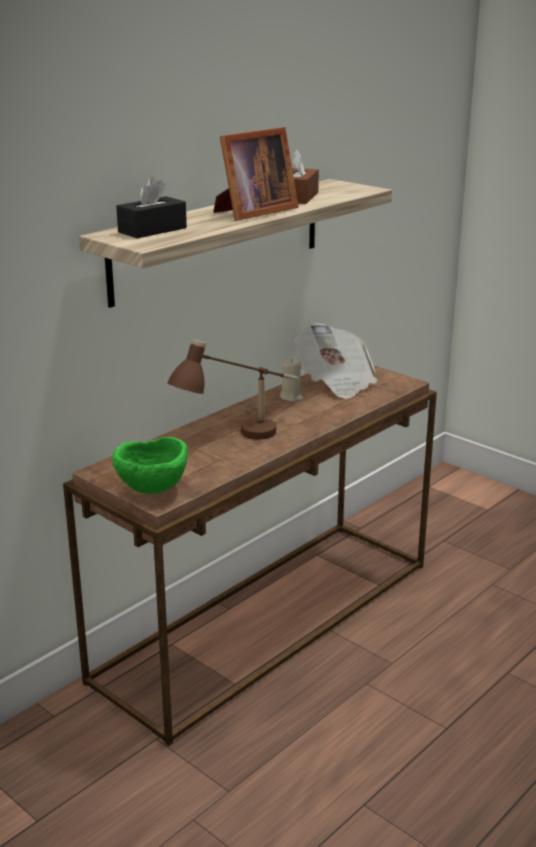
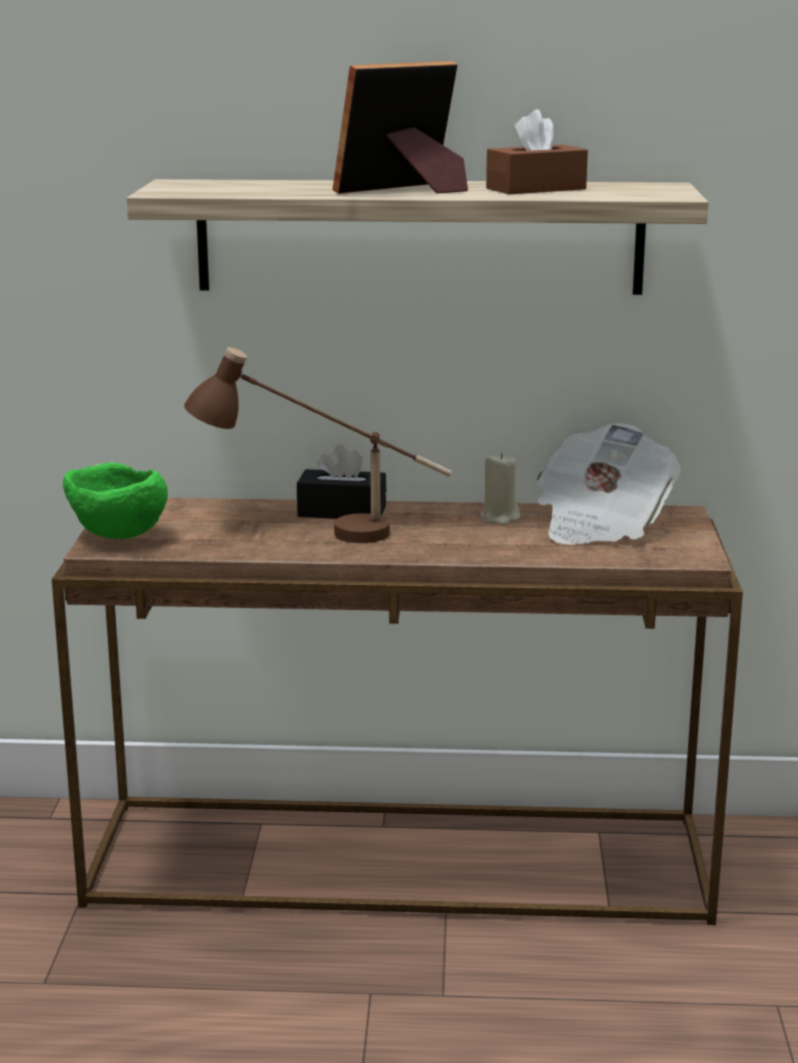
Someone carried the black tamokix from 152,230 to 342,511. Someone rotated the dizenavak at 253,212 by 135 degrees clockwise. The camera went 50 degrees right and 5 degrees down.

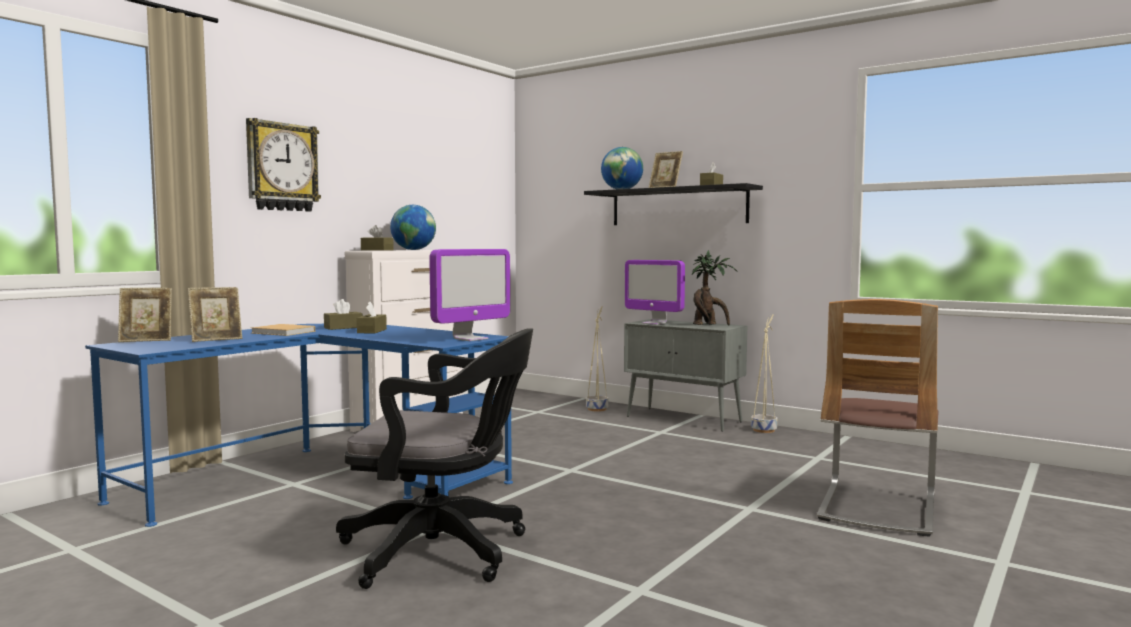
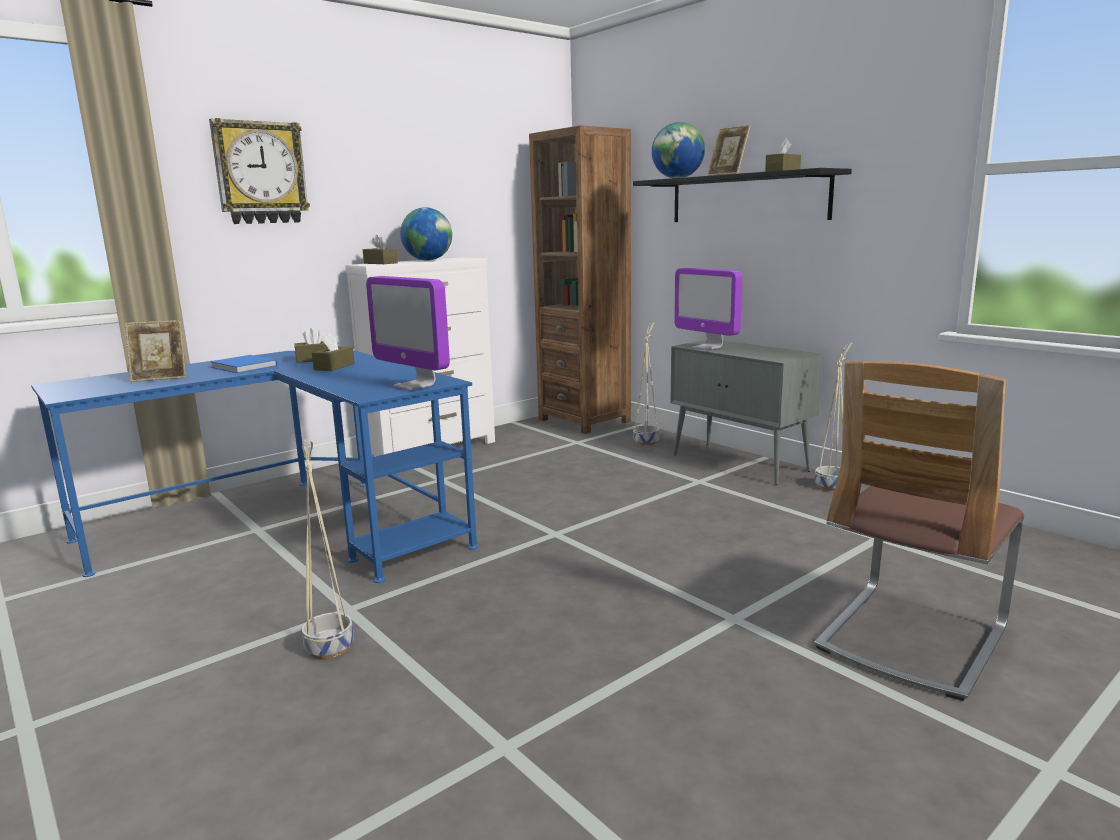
Someone took away the dizenavak at 146,340. Someone took away the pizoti at 708,325. Someone put down the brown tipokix at 584,420. Someone swapped the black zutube at 443,551 for the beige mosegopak at 330,648. Someone repainted the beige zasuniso at 284,332, which became the blue zasuniso at 245,366. Someone rotated the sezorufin at 470,339 by 75 degrees clockwise. The camera went 15 degrees right and 10 degrees up.

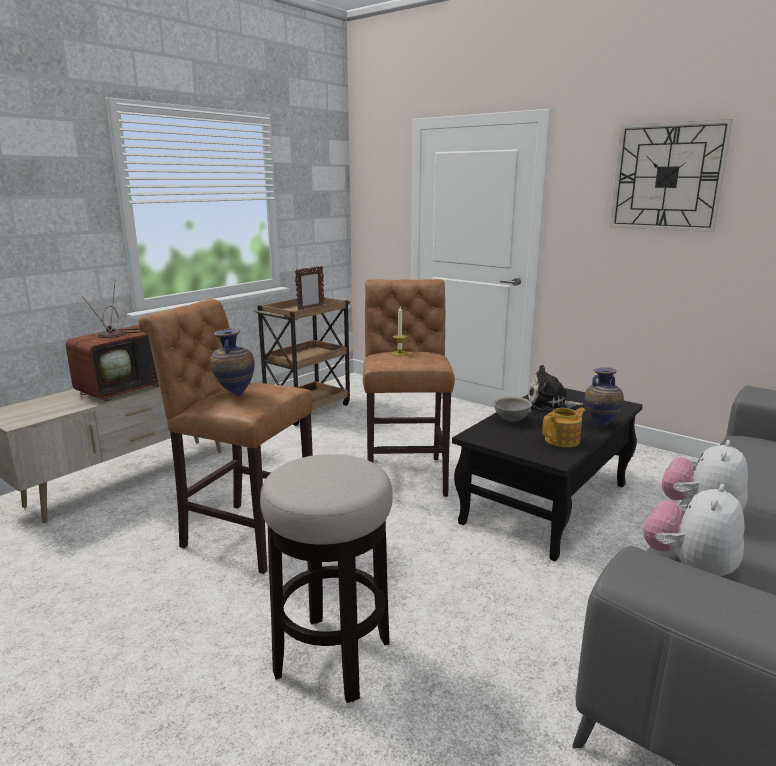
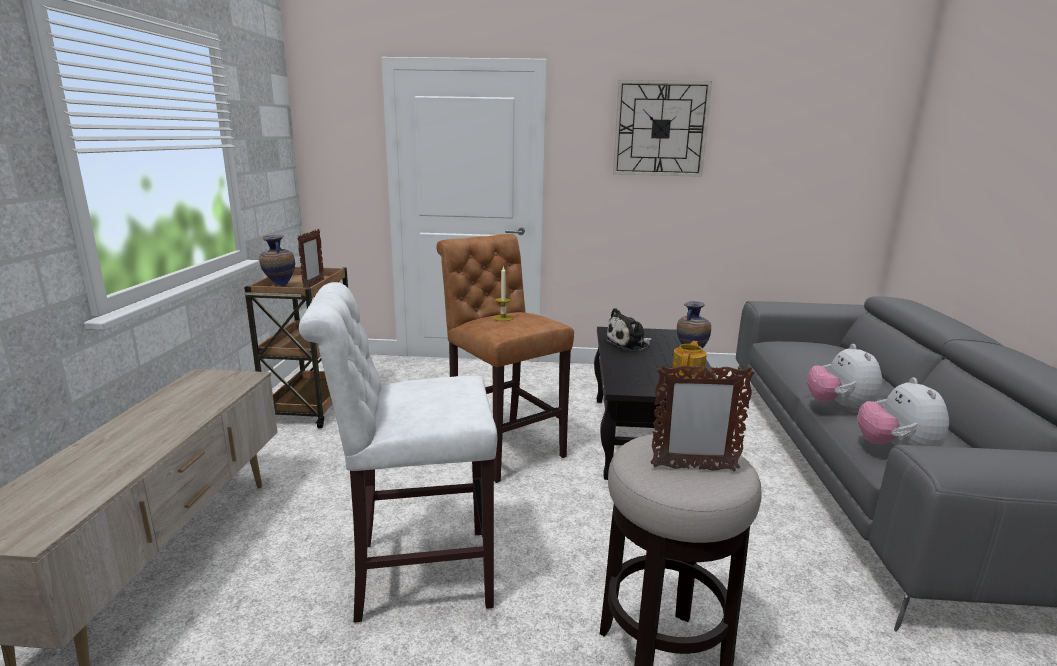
Someone took away the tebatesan at 125,388. Someone took away the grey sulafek at 511,420. Someone put down the dizenavak at 693,468. Someone carried the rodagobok from 234,395 to 280,286. Someone repainted the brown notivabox at 243,534, which became the white notivabox at 414,574. The camera went 35 degrees left and 0 degrees up.

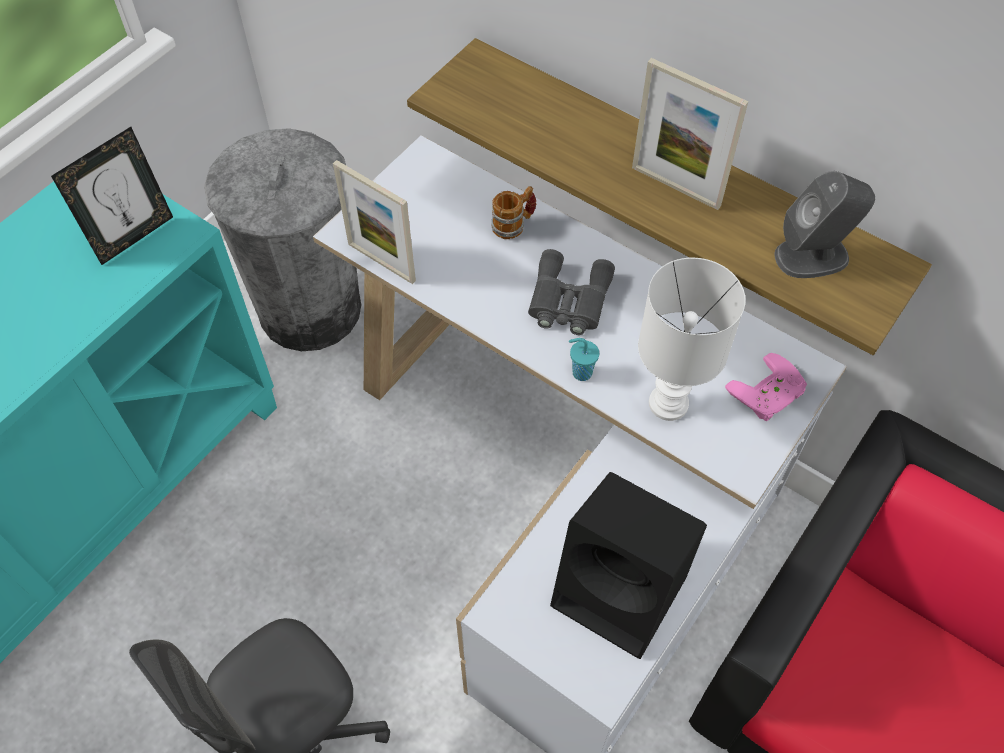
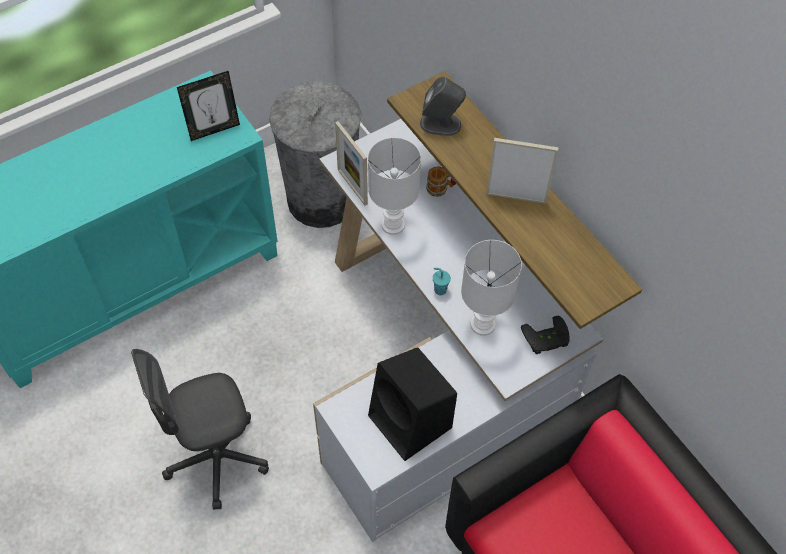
Someone took away the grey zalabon at 568,301. Someone put down the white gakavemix at 392,226. Someone carried the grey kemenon from 812,256 to 441,124. Someone repainted the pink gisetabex at 769,394, which became the black gisetabex at 546,339. Someone rotated the dizenavak at 675,186 by 135 degrees clockwise. The camera went 20 degrees right and 0 degrees up.

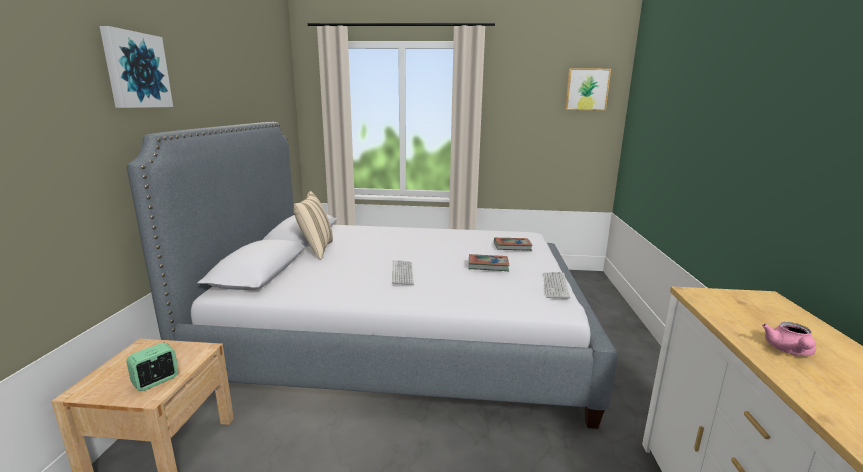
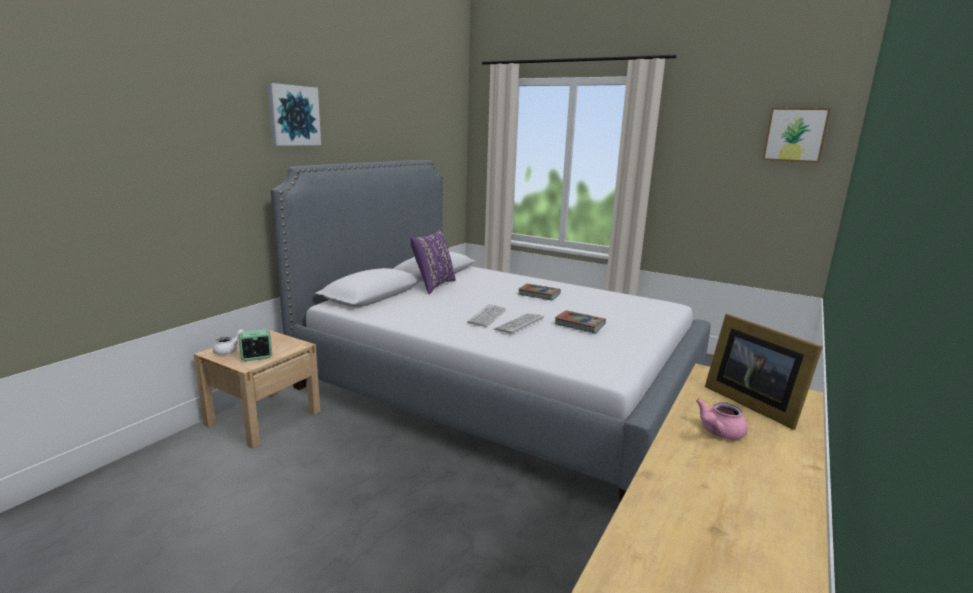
Someone put down the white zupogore at 229,350. Someone put down the dizenavak at 751,402. Someone carried the zasuniso from 512,246 to 539,294. Someone carried the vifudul from 555,286 to 519,324. Someone repainted the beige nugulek at 315,250, which became the purple nugulek at 433,285. The camera went 25 degrees right and 0 degrees up.

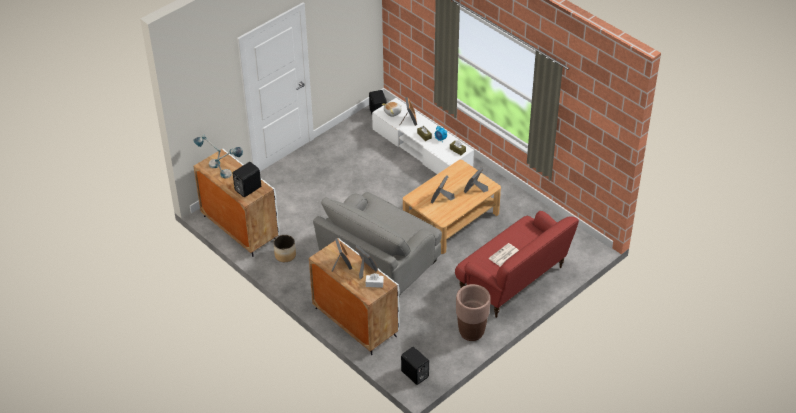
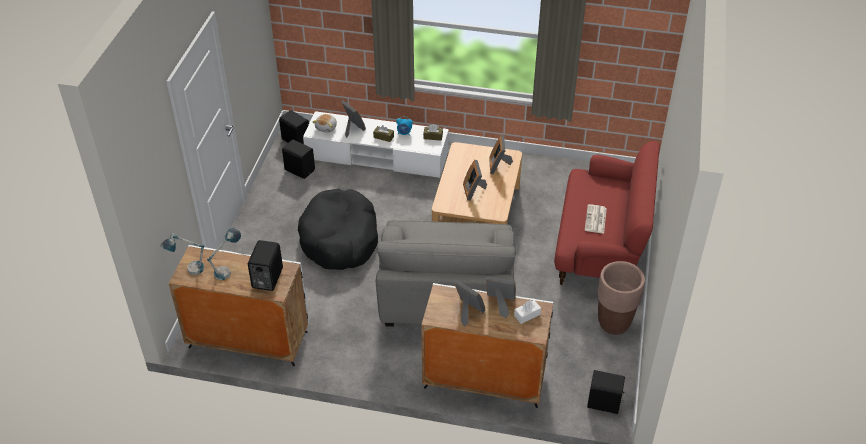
Someone took away the mosegopak at 285,255. Someone put down the black kemenon at 300,169. Someone put down the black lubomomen at 340,239. The camera went 35 degrees left and 0 degrees up.

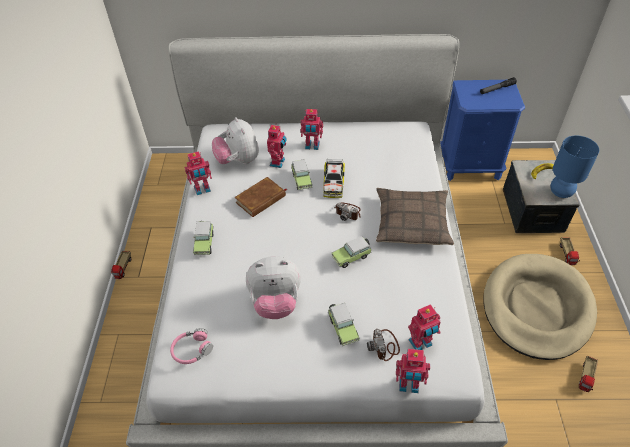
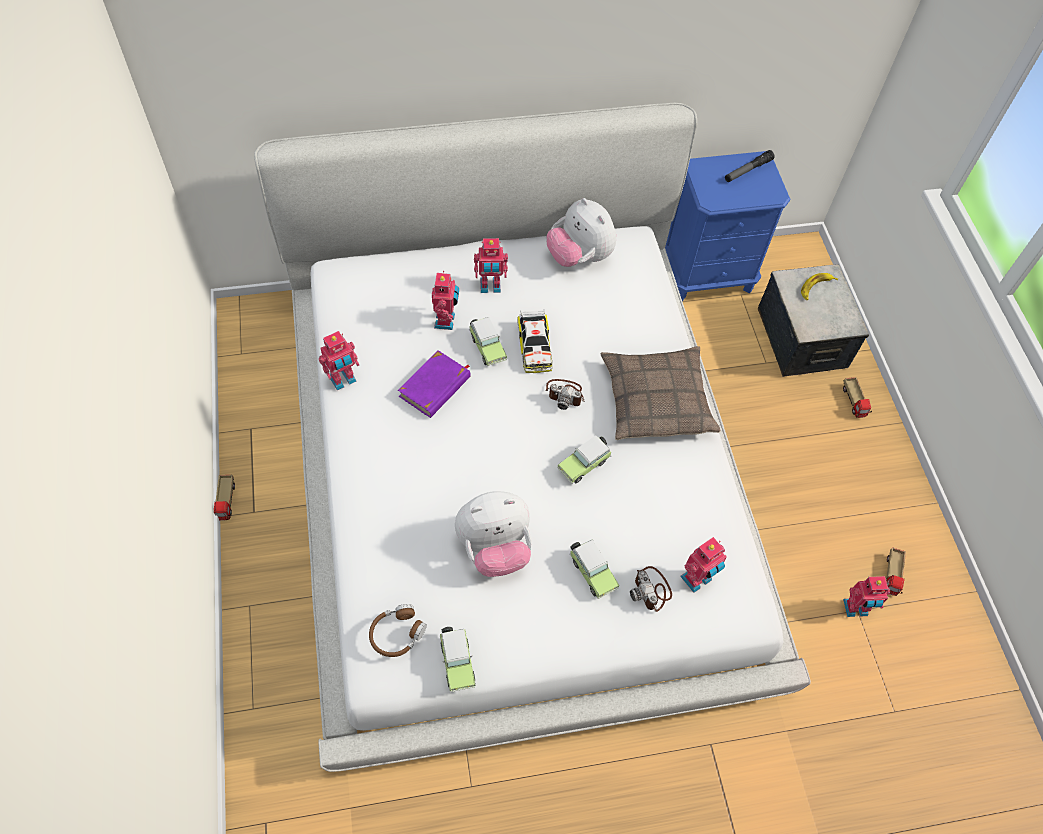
Someone took away the beige lubomomen at 536,308. Someone took away the blue gakavemix at 560,192. Someone carried the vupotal from 204,242 to 457,661. Someone carried the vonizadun from 238,160 to 579,257. Someone carried the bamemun from 408,386 to 855,609. Someone repainted the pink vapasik at 192,350, which became the brown vapasik at 397,634. Someone repainted the brown zasuniso at 261,199, which became the purple zasuniso at 435,387. The camera went 15 degrees left and 10 degrees up.

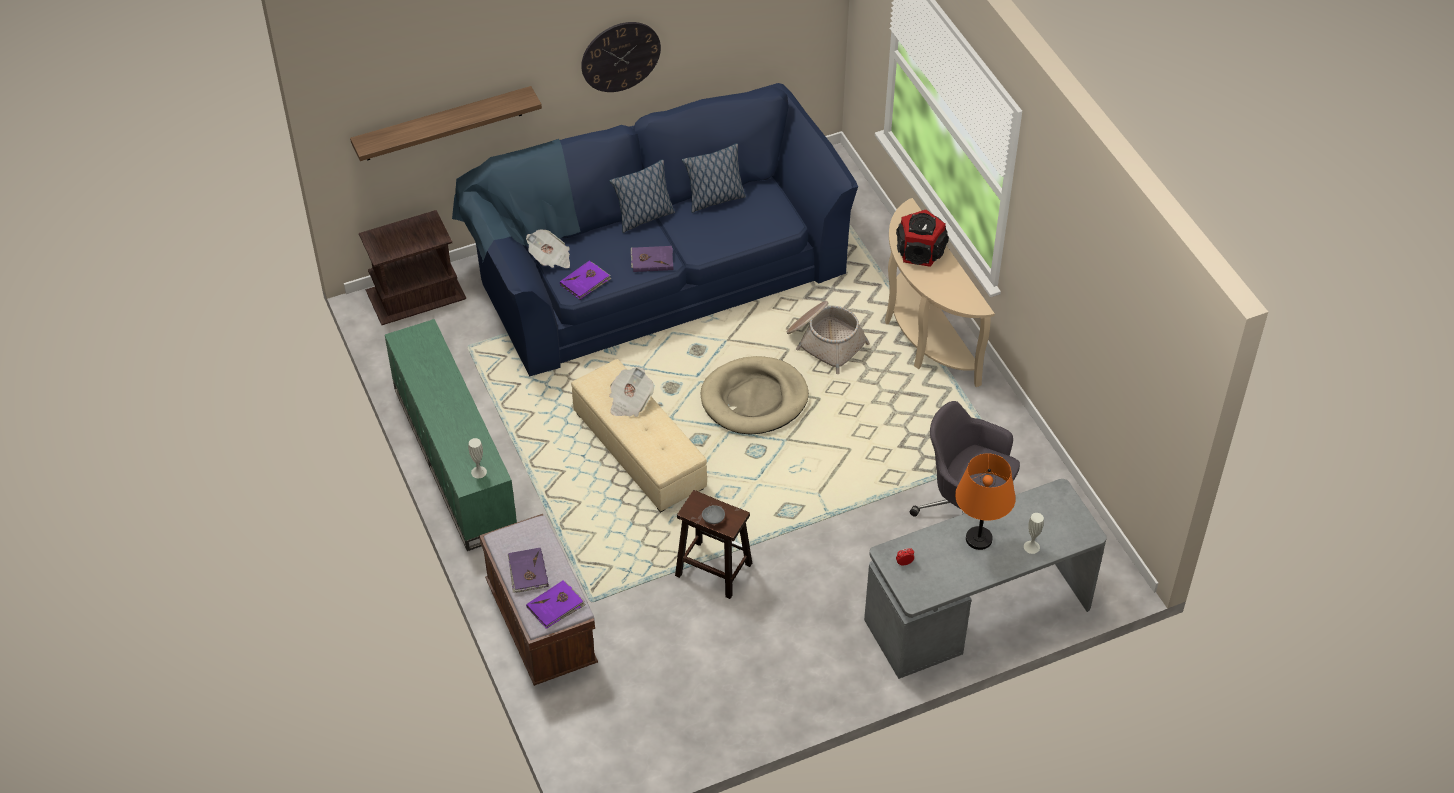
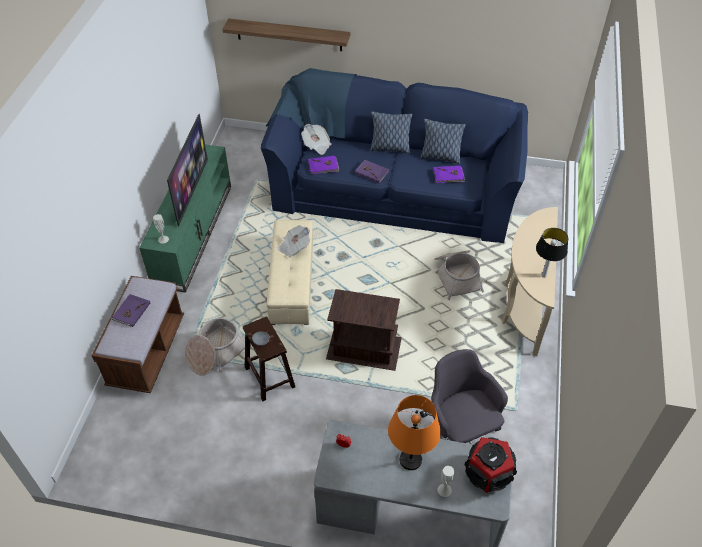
Someone took away the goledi at 620,56. Someone took away the beige lubomomen at 754,399. Someone put down the tebatesan at 191,191. Someone put down the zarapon at 216,353. Someone put down the gakavemix at 543,276. Someone carried the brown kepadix from 416,294 to 364,348. Someone carried the purple zasuniso from 556,606 to 448,176. Someone carried the kemenon from 920,251 to 488,473. The camera went 35 degrees right and 0 degrees up.

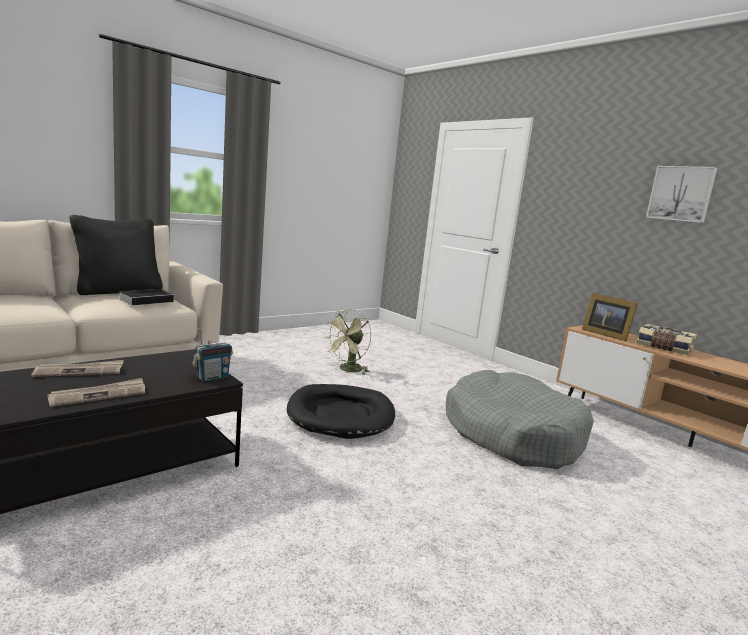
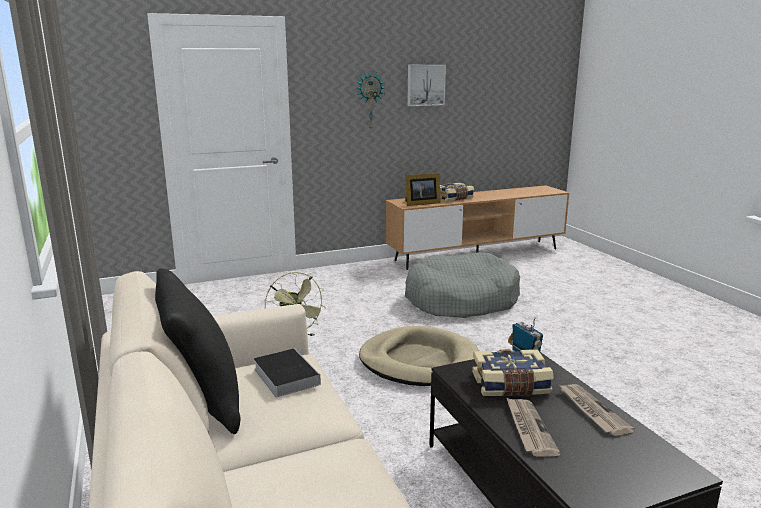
Someone put up the goledi at 370,101. Someone put down the zasuniso at 511,385. Someone repainted the black lubomomen at 341,415, which became the beige lubomomen at 419,361. The camera went 70 degrees left and 5 degrees up.

